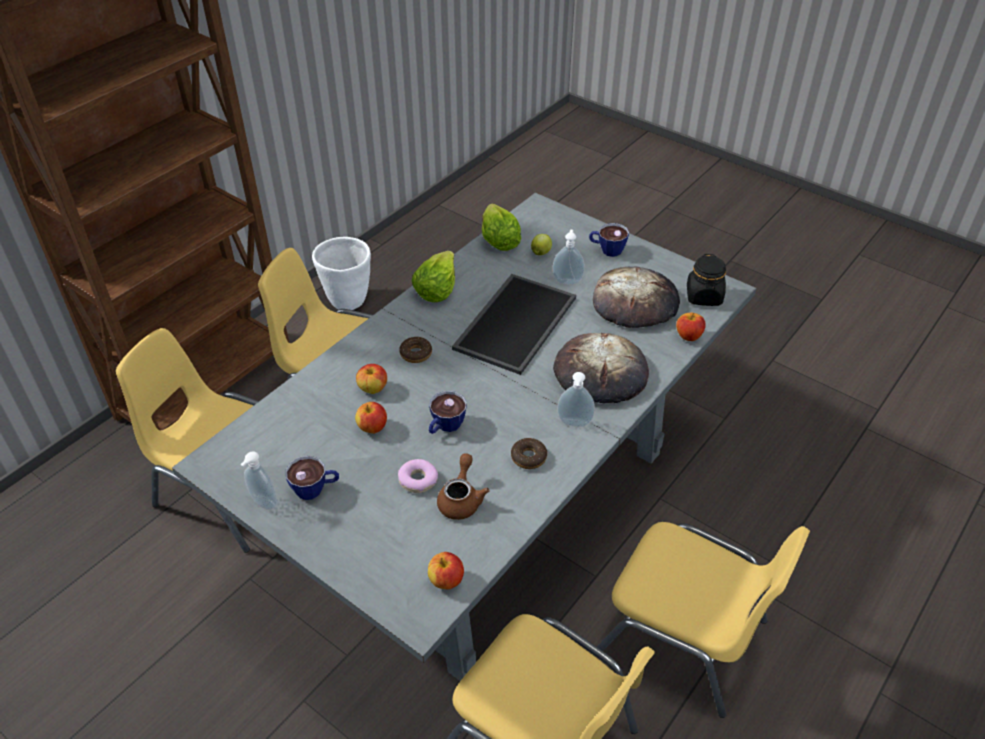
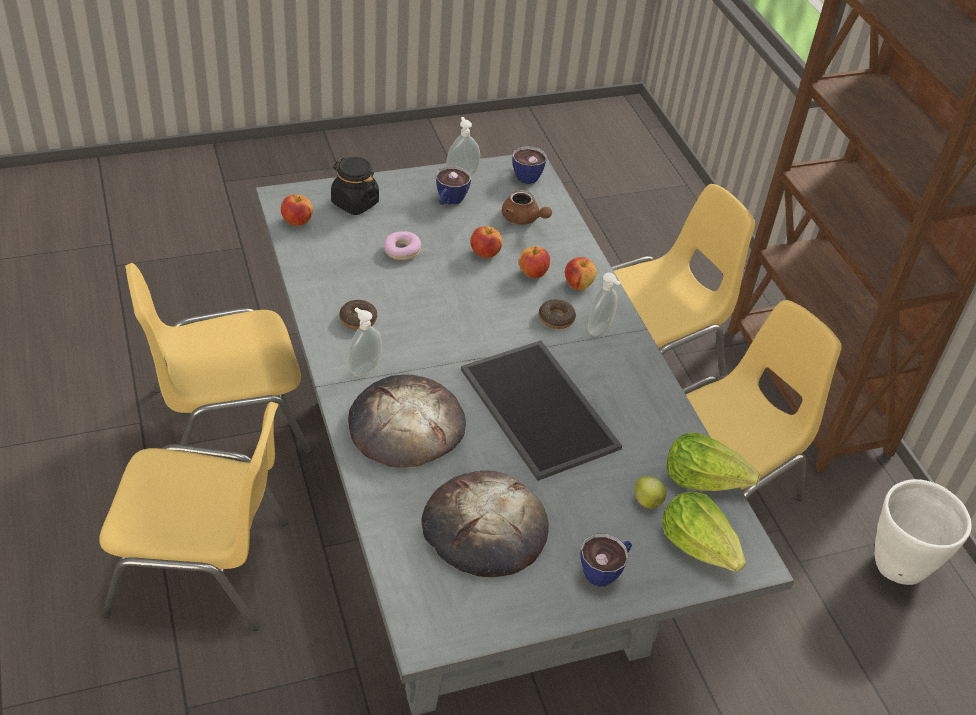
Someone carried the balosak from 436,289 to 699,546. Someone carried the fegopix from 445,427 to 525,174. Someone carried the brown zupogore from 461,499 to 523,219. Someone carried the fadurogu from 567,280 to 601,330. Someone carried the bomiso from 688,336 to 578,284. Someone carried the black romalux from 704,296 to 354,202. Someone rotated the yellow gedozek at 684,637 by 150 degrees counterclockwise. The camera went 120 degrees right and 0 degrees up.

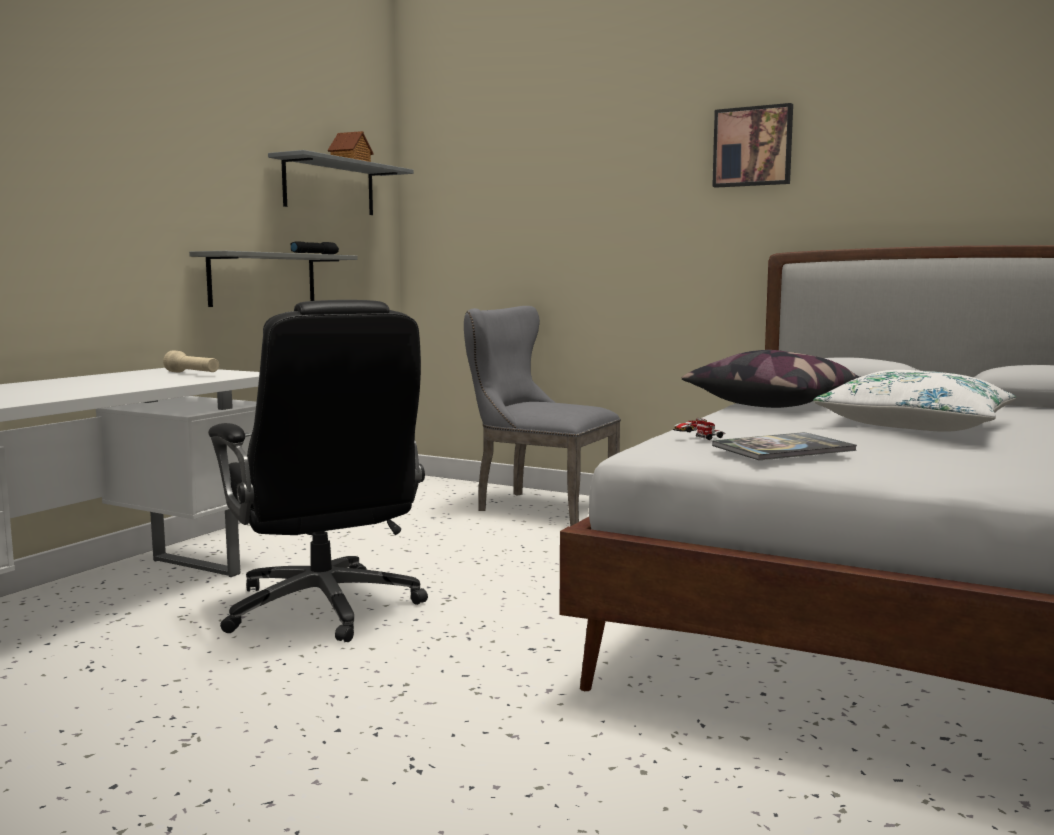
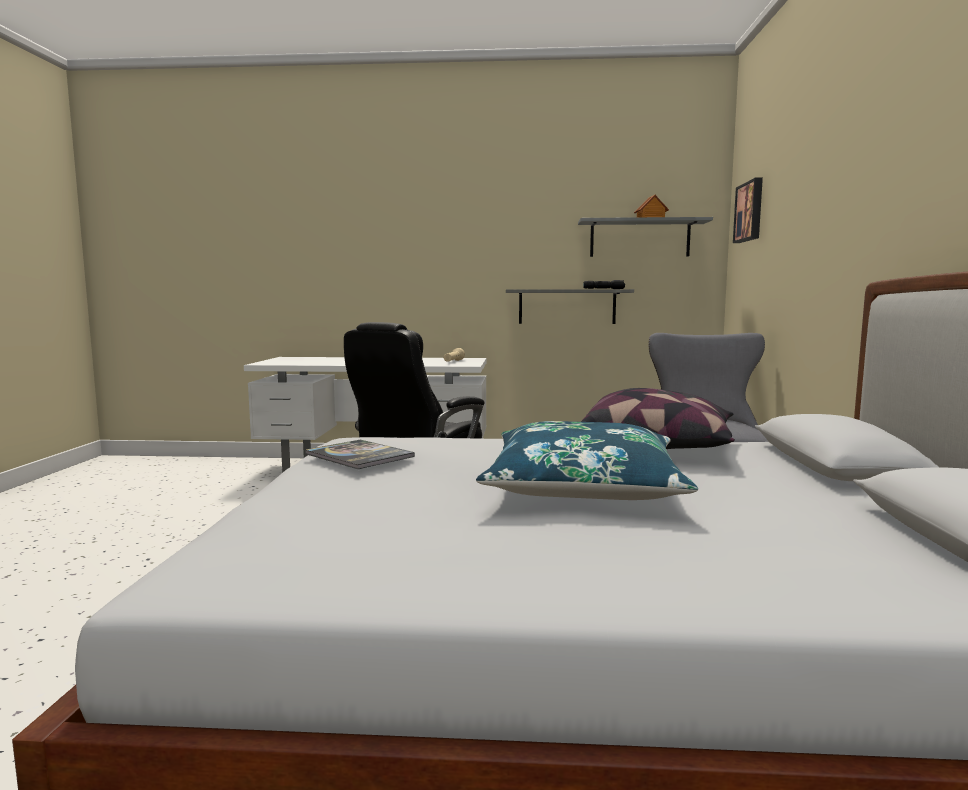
Someone took away the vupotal at 698,436. Someone carried the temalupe from 753,147 to 750,212. Someone repainted the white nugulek at 915,424, which became the blue nugulek at 583,486. The camera went 65 degrees right and 0 degrees up.

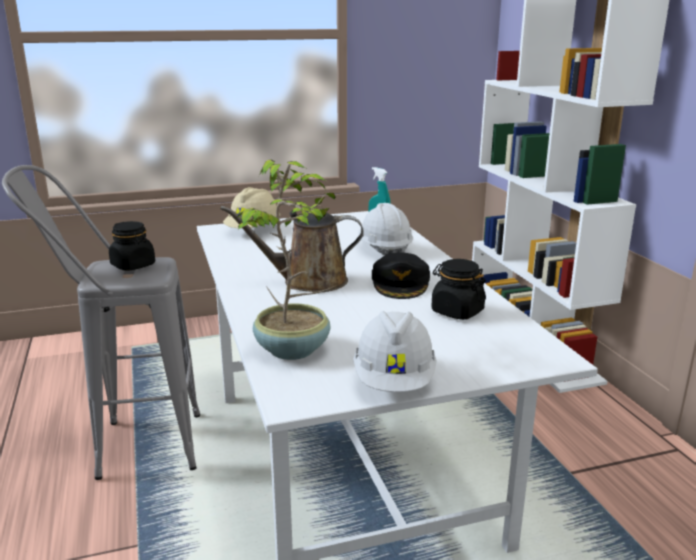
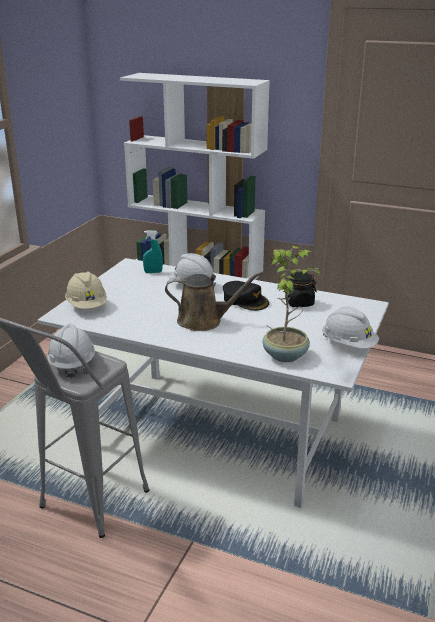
Someone swapped the black romalux at 133,265 for the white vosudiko at 72,363. Someone rotated the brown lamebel at 308,281 by 120 degrees counterclockwise. The camera went 50 degrees left and 5 degrees up.

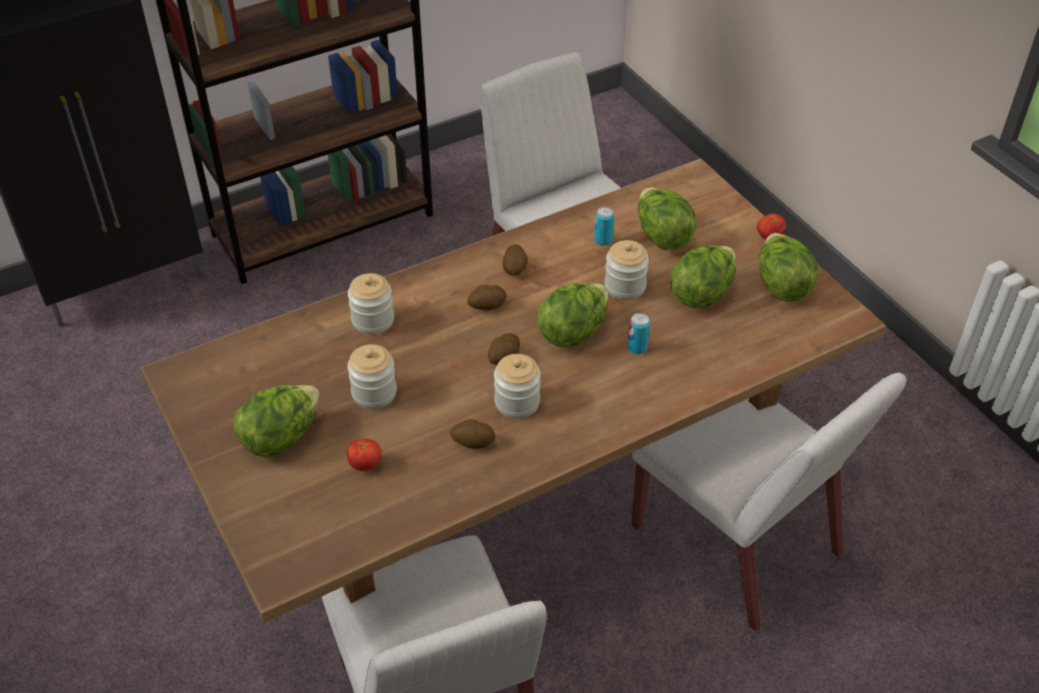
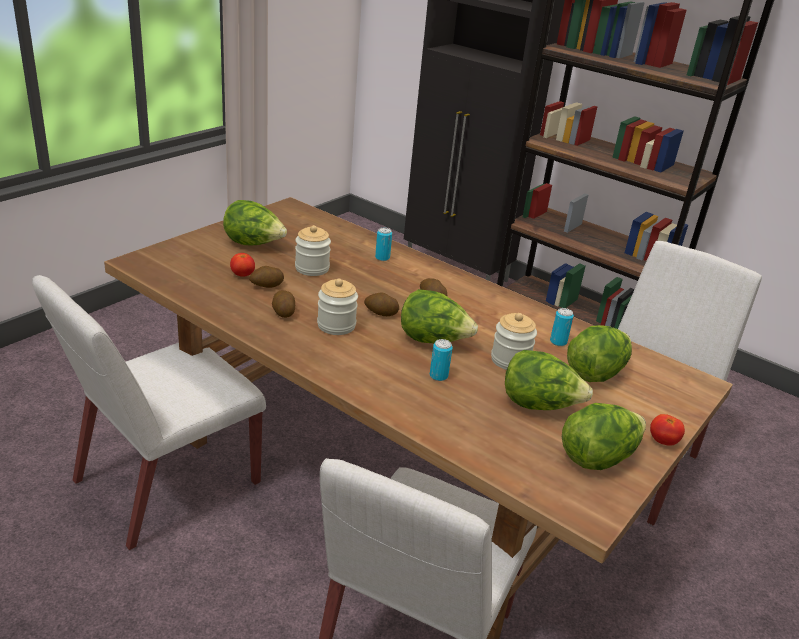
Someone carried the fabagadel from 515,269 to 266,286. Someone swapped the romalux at 373,320 for the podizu at 382,258. The camera went 65 degrees right and 15 degrees down.

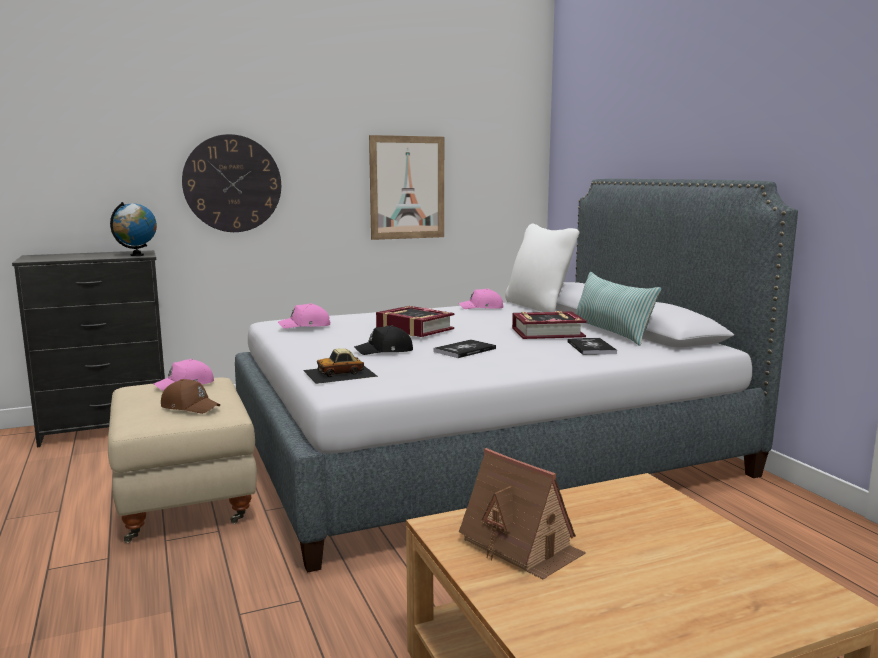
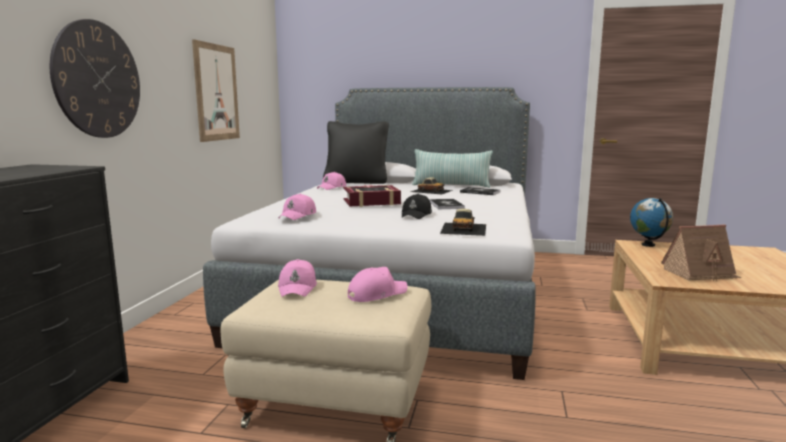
Someone carried the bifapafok from 137,255 to 648,245. Someone swapped the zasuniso at 547,333 for the vupotal at 431,191. Someone repainted the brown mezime at 190,406, which became the pink mezime at 376,294. Someone repainted the white nugulek at 538,306, which became the black nugulek at 356,182. The camera went 55 degrees left and 0 degrees up.

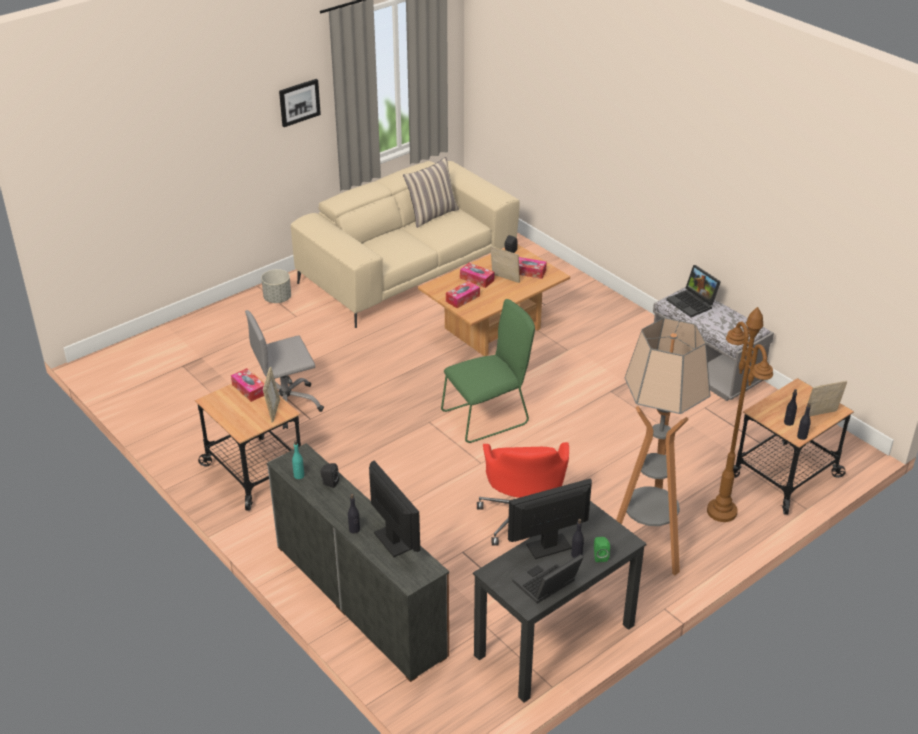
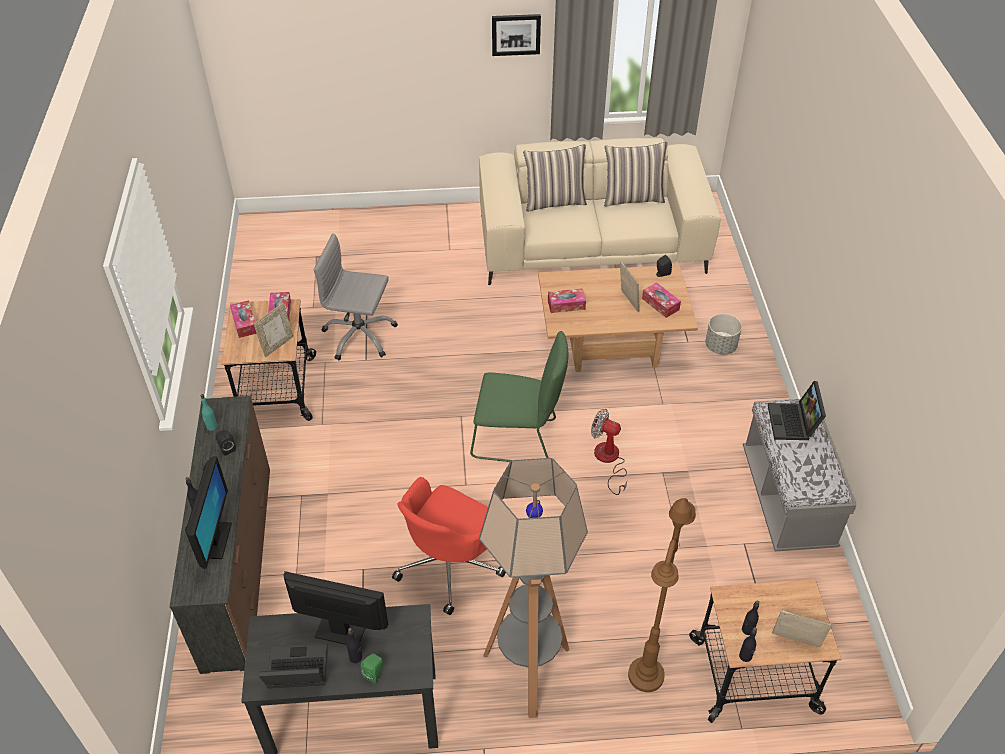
Someone put down the nugulek at 554,201. Someone put down the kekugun at 609,460. Someone carried the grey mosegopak from 277,298 to 720,346. Someone carried the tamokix from 477,279 to 245,323. The camera went 35 degrees right and 10 degrees up.

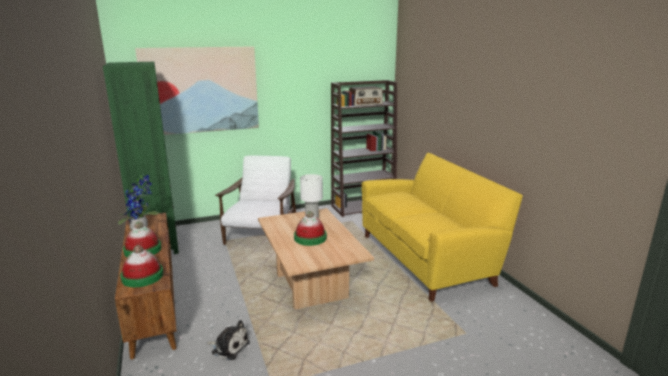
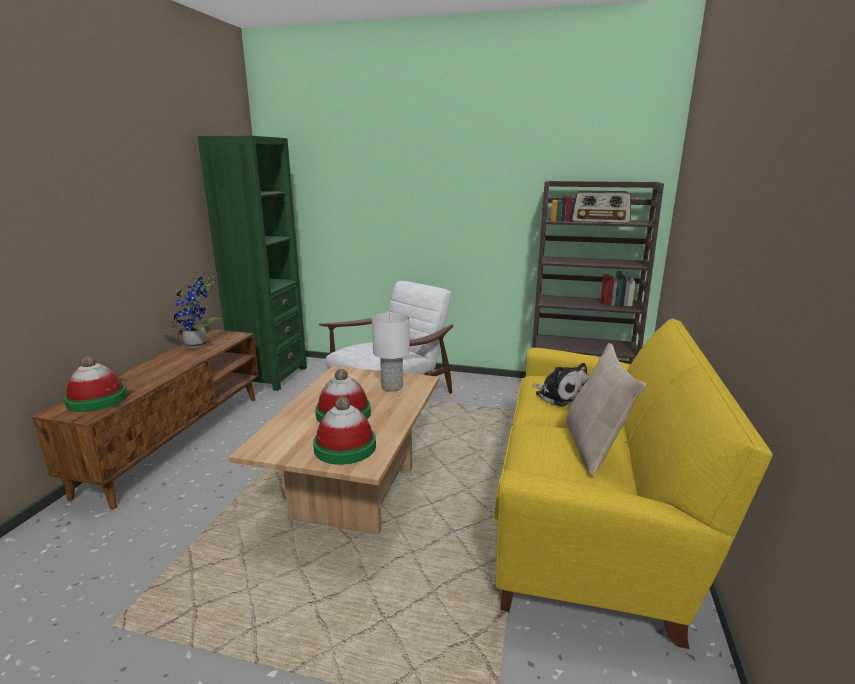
Someone took away the temalupe at 201,90. Someone put down the beige nugulek at 594,448. Someone carried the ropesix from 143,250 to 345,447. Someone carried the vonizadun from 229,347 to 560,395. The camera went 35 degrees right and 0 degrees up.

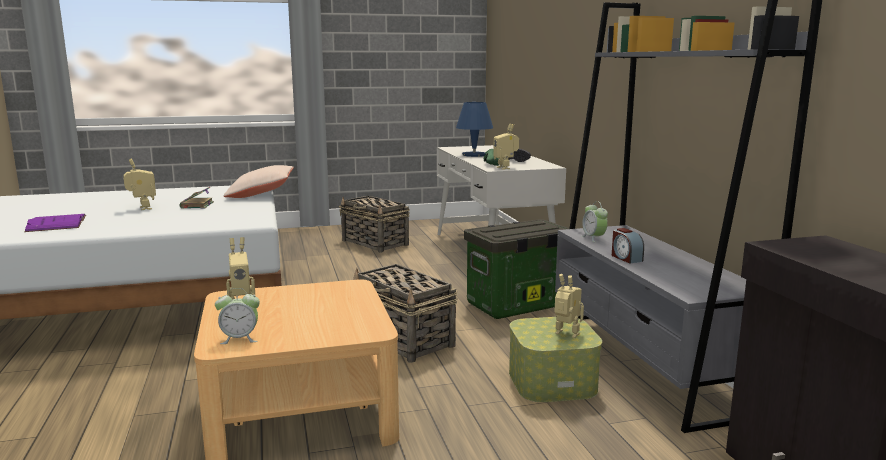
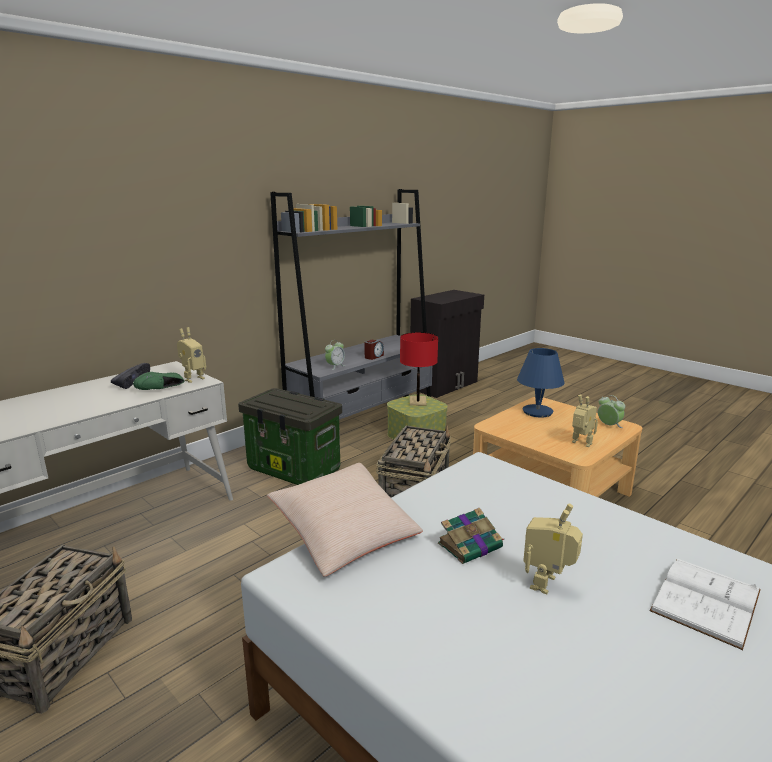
Someone carried the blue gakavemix from 474,155 to 537,411. Someone swapped the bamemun at 565,335 for the red gakavemix at 418,401. Someone repainted the purple zasuniso at 56,223, which became the white zasuniso at 706,600. The camera went 120 degrees left and 5 degrees up.

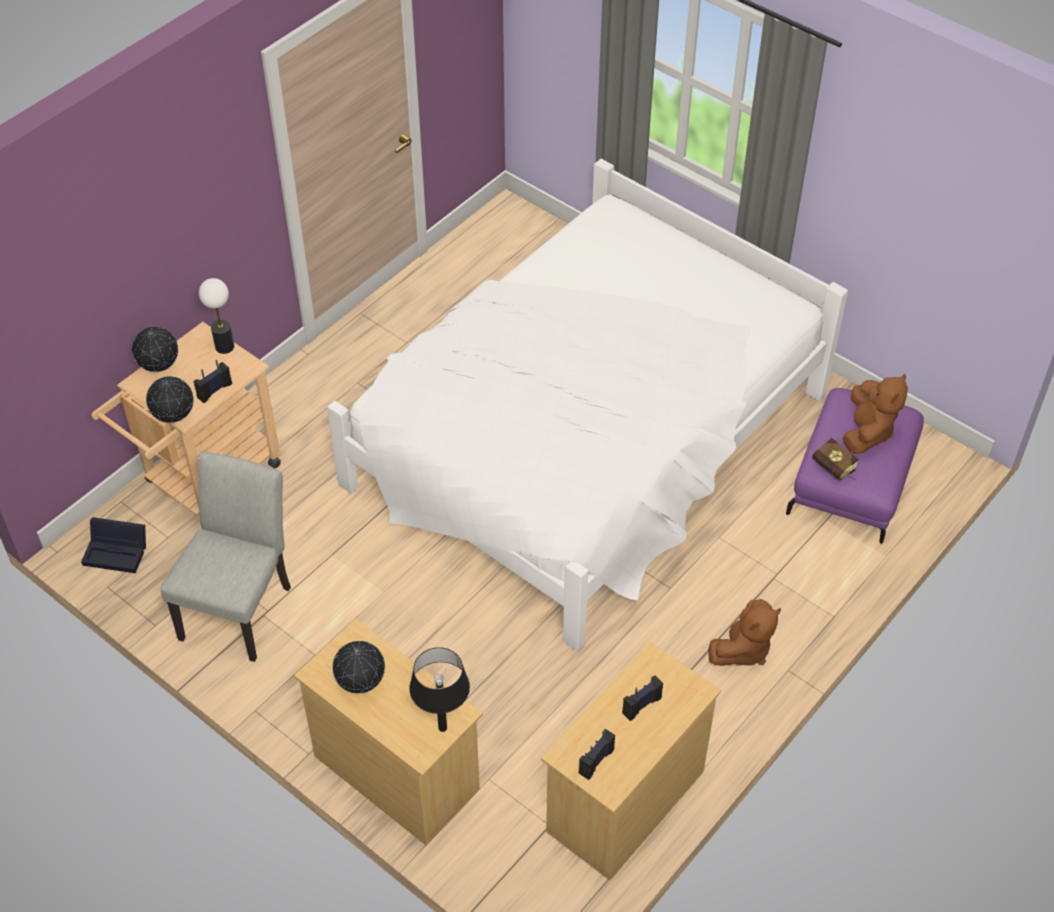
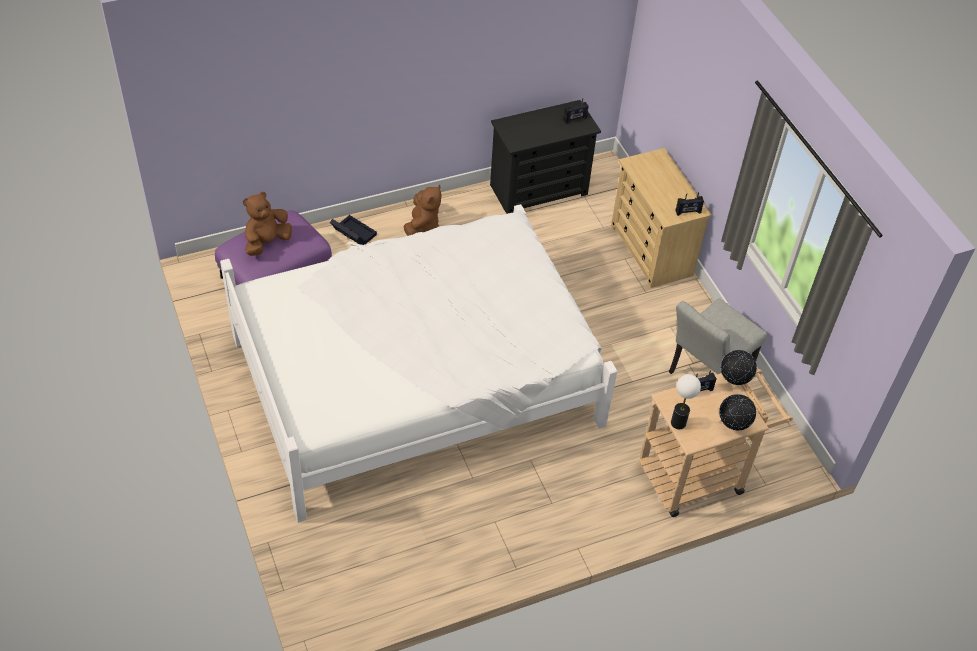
Someone took away the bifapafok at 361,685. Someone took away the black gakavemix at 442,727. Someone took away the zasuniso at 836,471. Someone carried the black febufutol from 118,552 to 352,233. Someone carried the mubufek from 641,705 to 688,212. Someone repainted the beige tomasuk at 625,801, which became the black tomasuk at 539,189. Someone rotated the brown vonizadun at 743,649 by 120 degrees clockwise. The camera went 155 degrees left and 0 degrees up.

